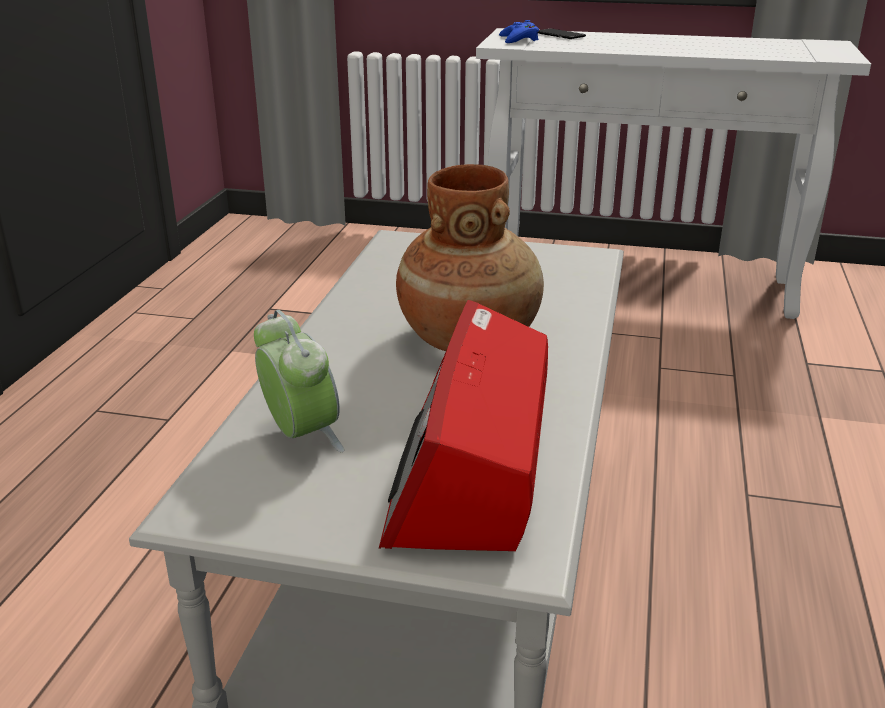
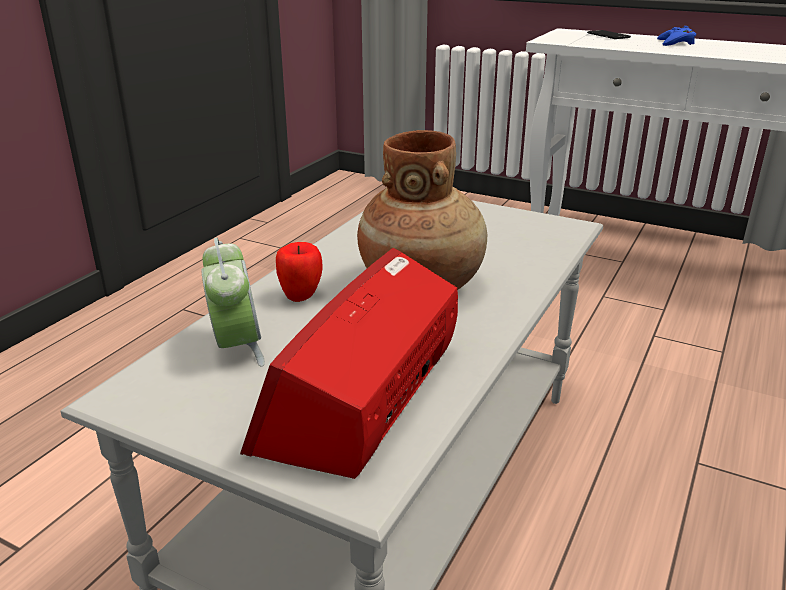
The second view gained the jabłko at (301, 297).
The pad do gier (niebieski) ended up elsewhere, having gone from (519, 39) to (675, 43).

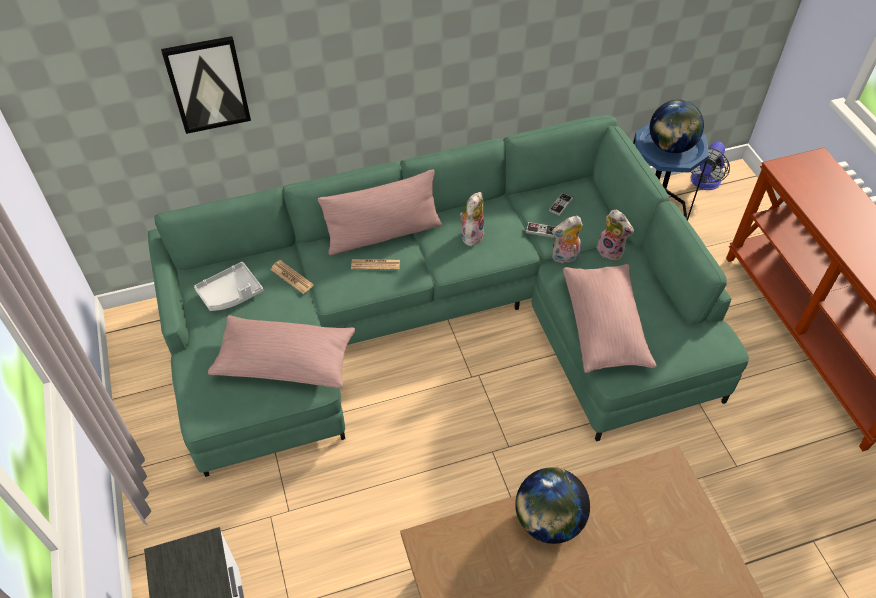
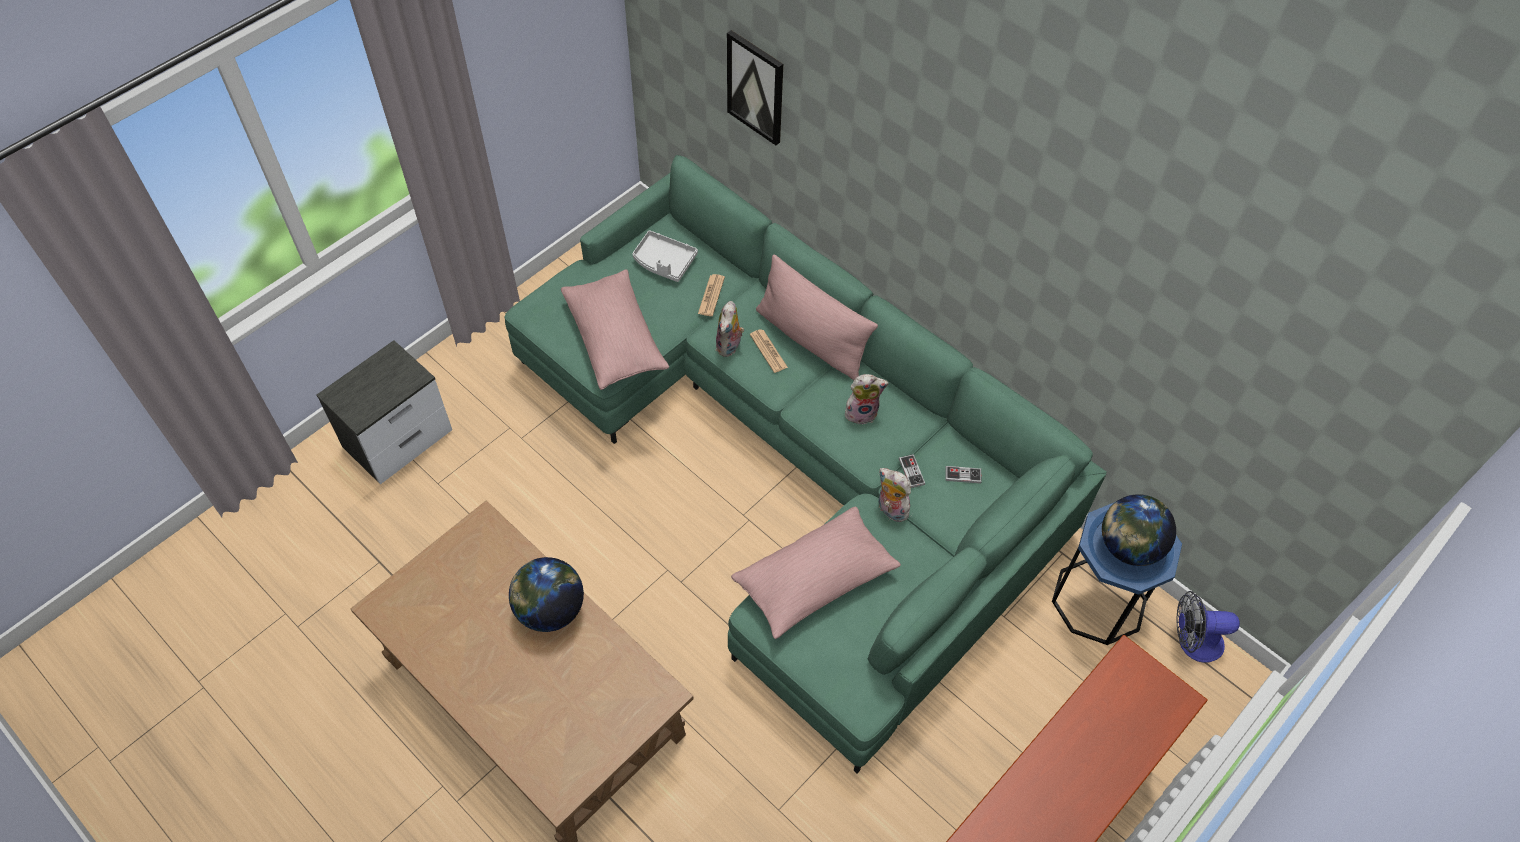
The pluszak ended up elsewhere, having gone from (612, 251) to (729, 346).

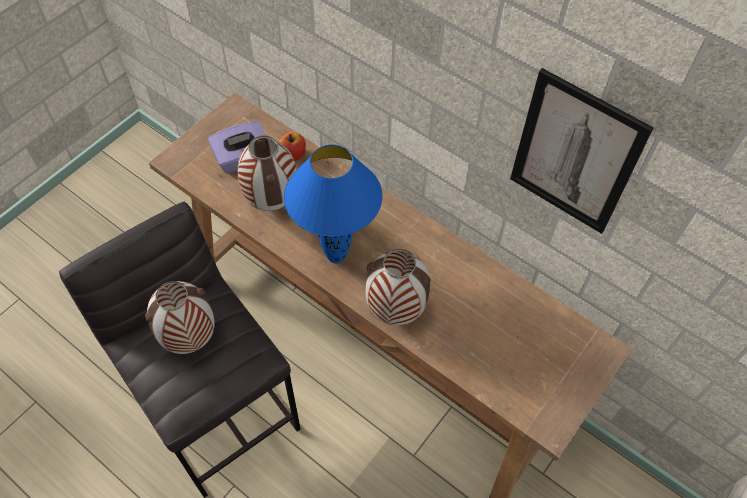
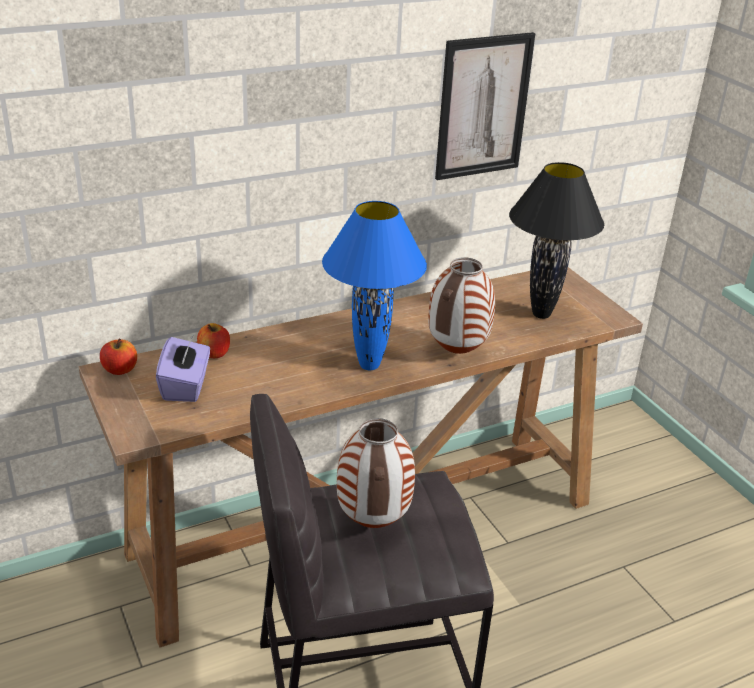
The second view gained the jabłko at (120, 370).
The second view gained the lampa stołowa (czarny) at (540, 315).
The second view lost the wazon at (271, 202).

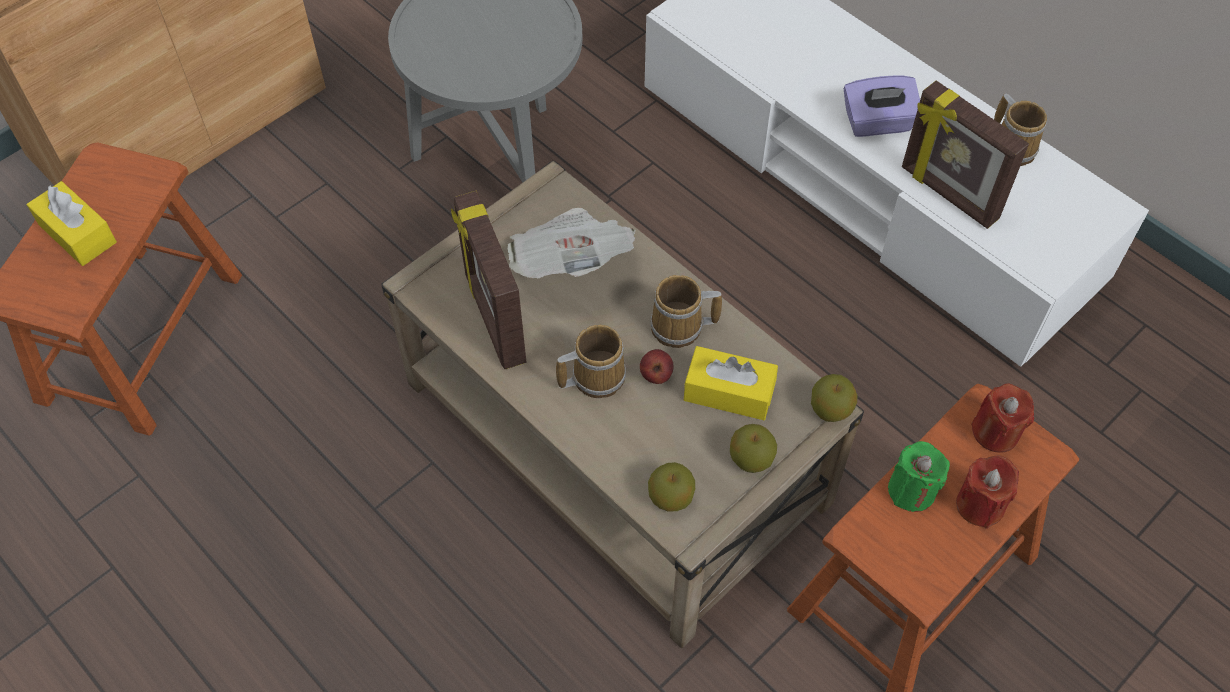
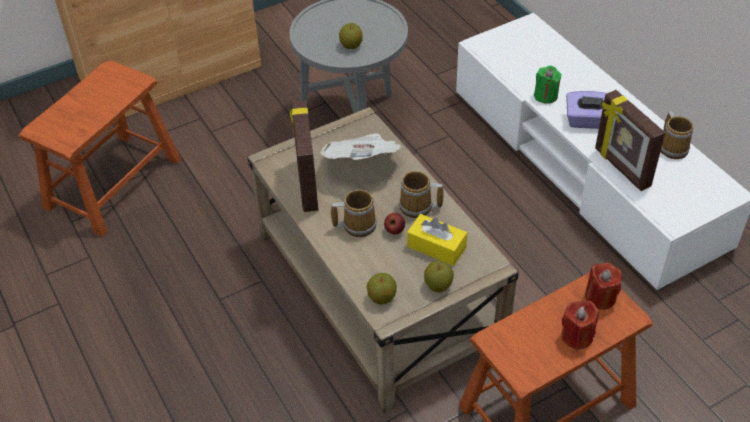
The jabłko ended up elsewhere, having gone from (830, 410) to (351, 46).
The świeca (zielony) ended up elsewhere, having gone from (912, 490) to (545, 96).
The second view lost the pudełko chusteczek (żółty) at (77, 233).

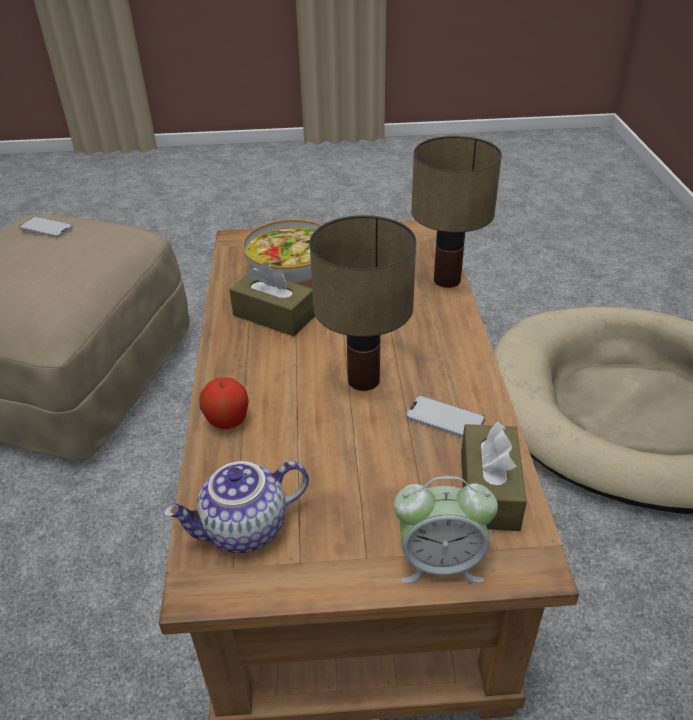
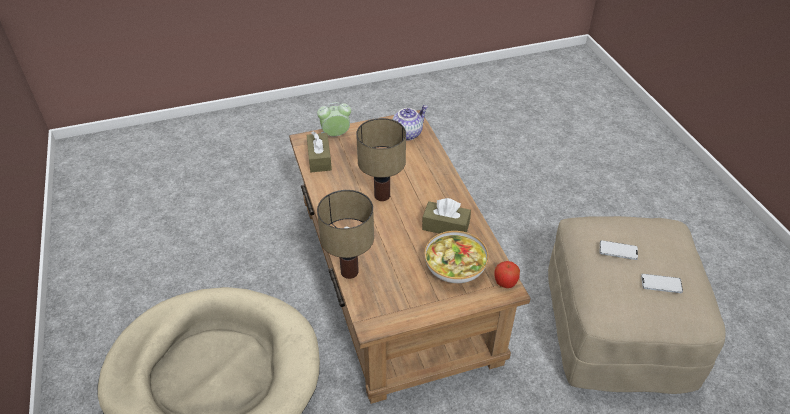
The jabłko ended up elsewhere, having gone from (227, 421) to (505, 282).
The telefon ended up elsewhere, having gone from (445, 419) to (618, 250).

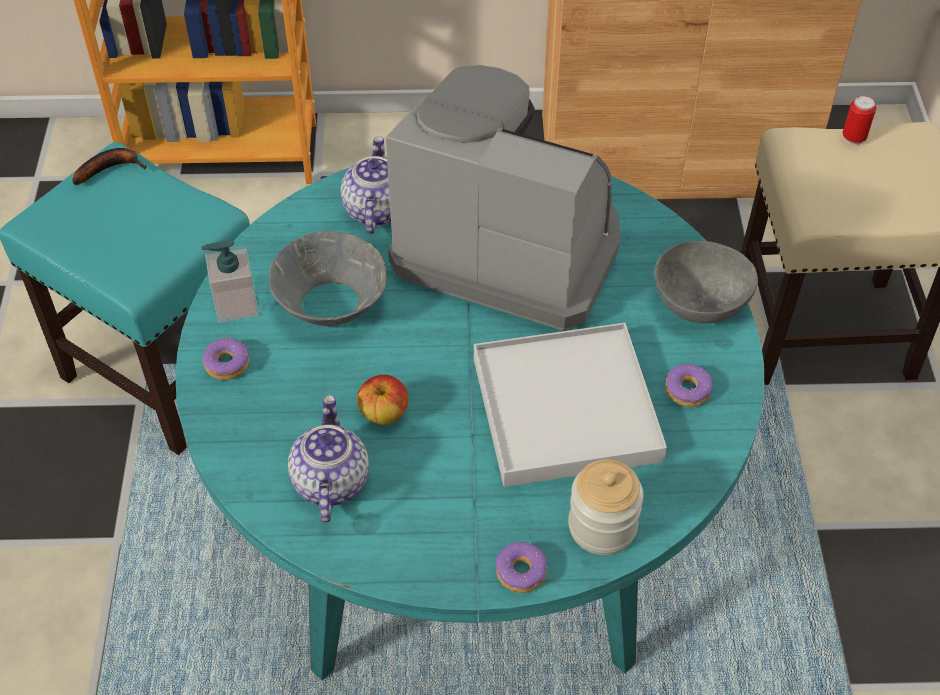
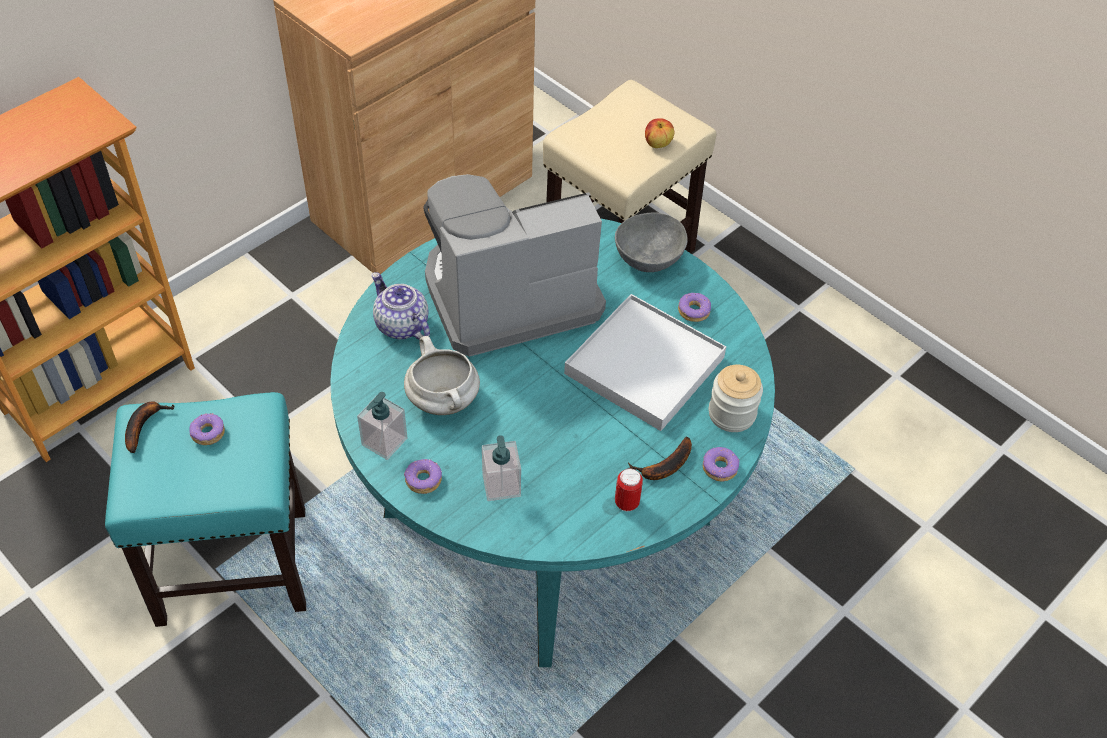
The second view gained the donut at (208, 433).
Where the miska (szary) stood at (331, 305), the garnek (biały) came to stand at (444, 400).
The second view gained the dozownik mydła at (501, 485).
The puszka ended up elsewhere, having gone from (853, 138) to (626, 503).
The second view gained the banan at (664, 467).
The jabłko ended up elsewhere, having gone from (384, 414) to (657, 144).
The second view lost the imbryk at (329, 481).

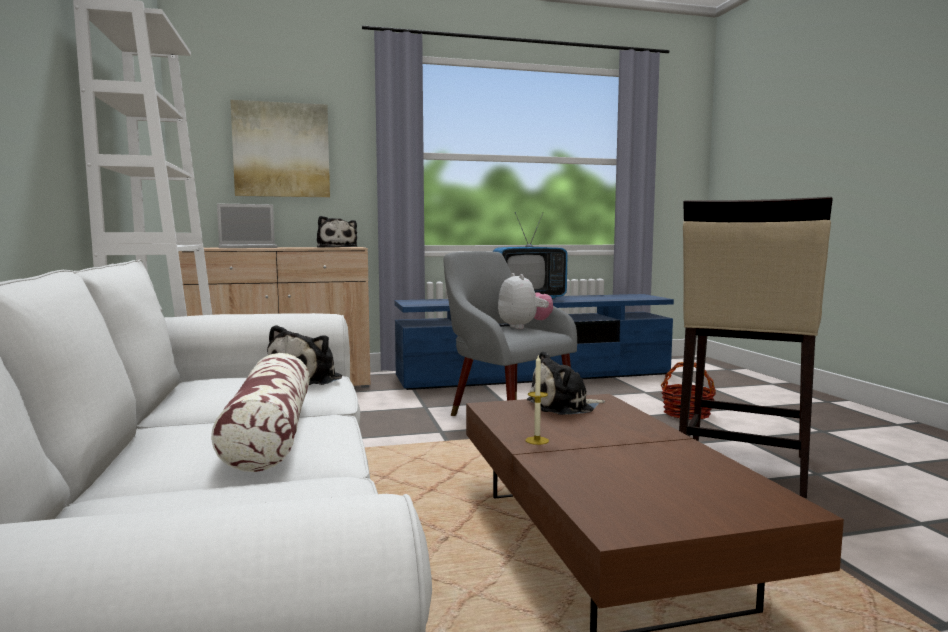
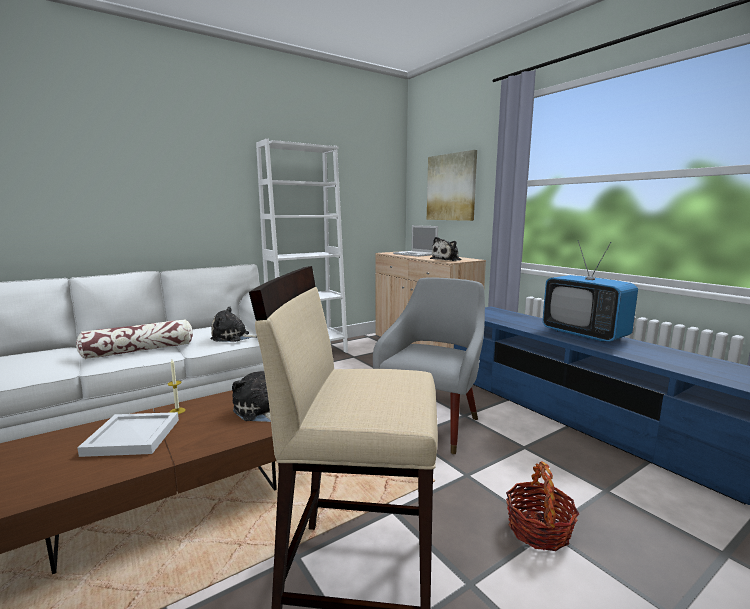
The second view gained the taca (biały) at (134, 436).
The second view lost the pluszak at (523, 327).

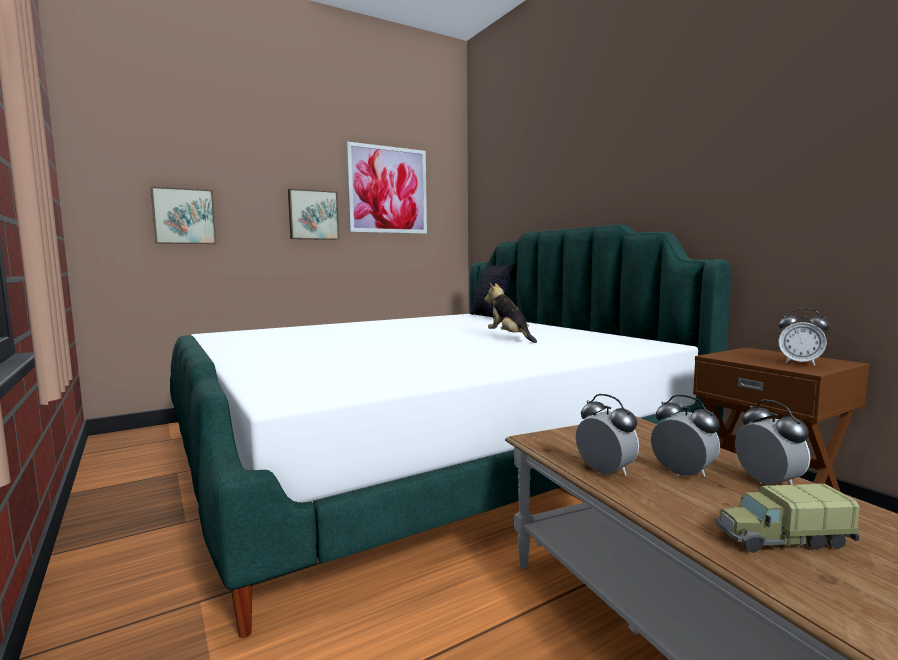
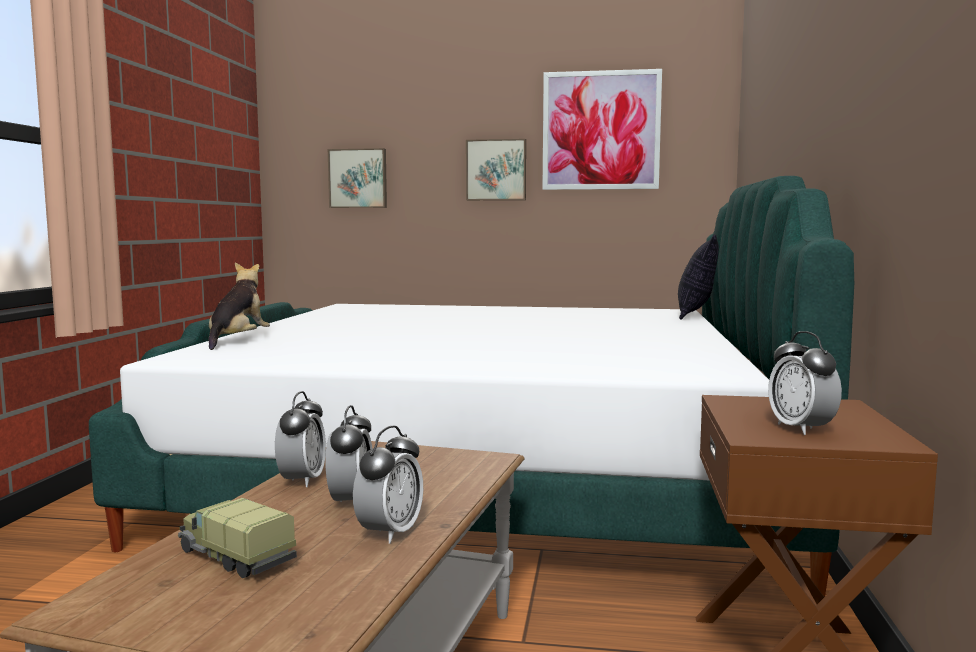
The pluszak ended up elsewhere, having gone from (510, 338) to (238, 341).

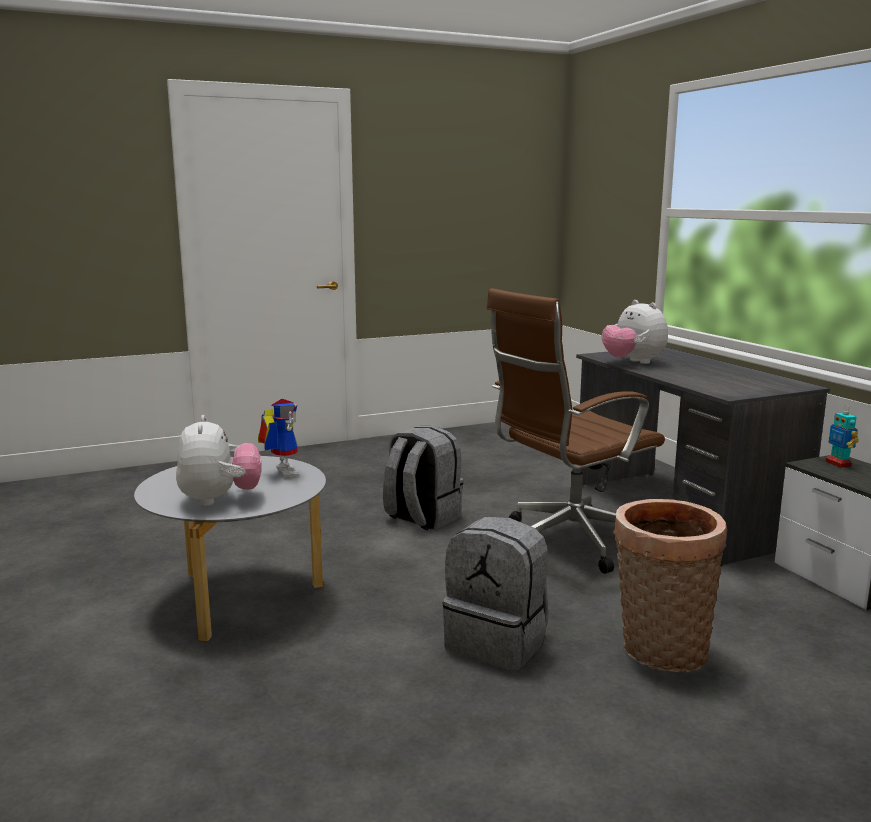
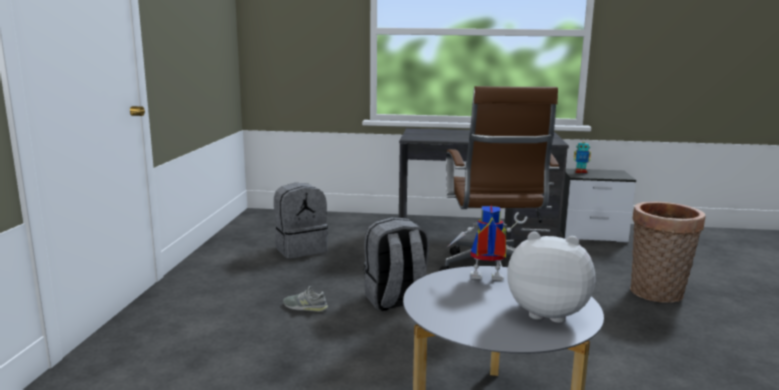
The plecak (szary) ended up elsewhere, having gone from (498, 643) to (300, 249).
The second view gained the but (szary) at (305, 307).
The second view lost the pluszak at (633, 362).

